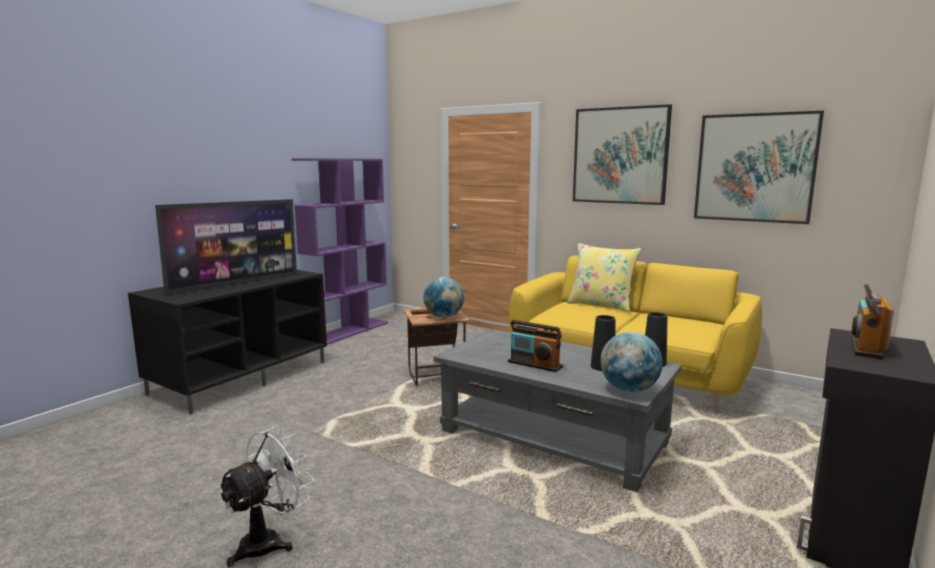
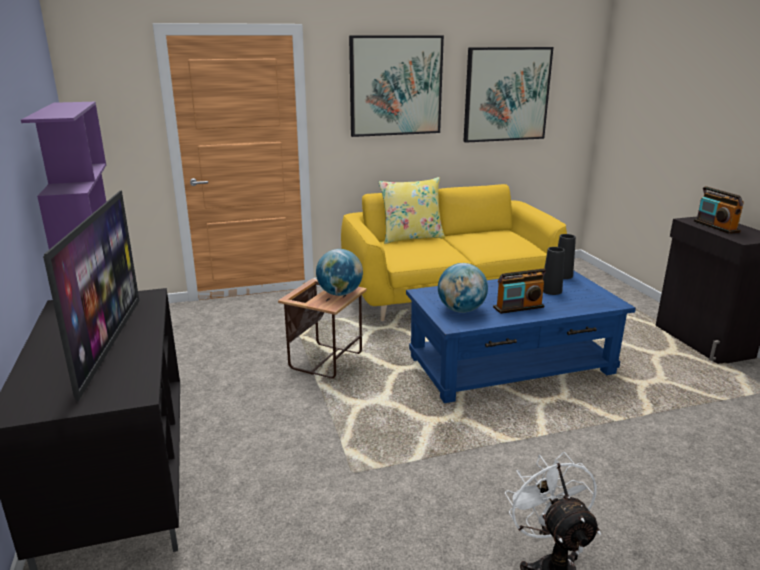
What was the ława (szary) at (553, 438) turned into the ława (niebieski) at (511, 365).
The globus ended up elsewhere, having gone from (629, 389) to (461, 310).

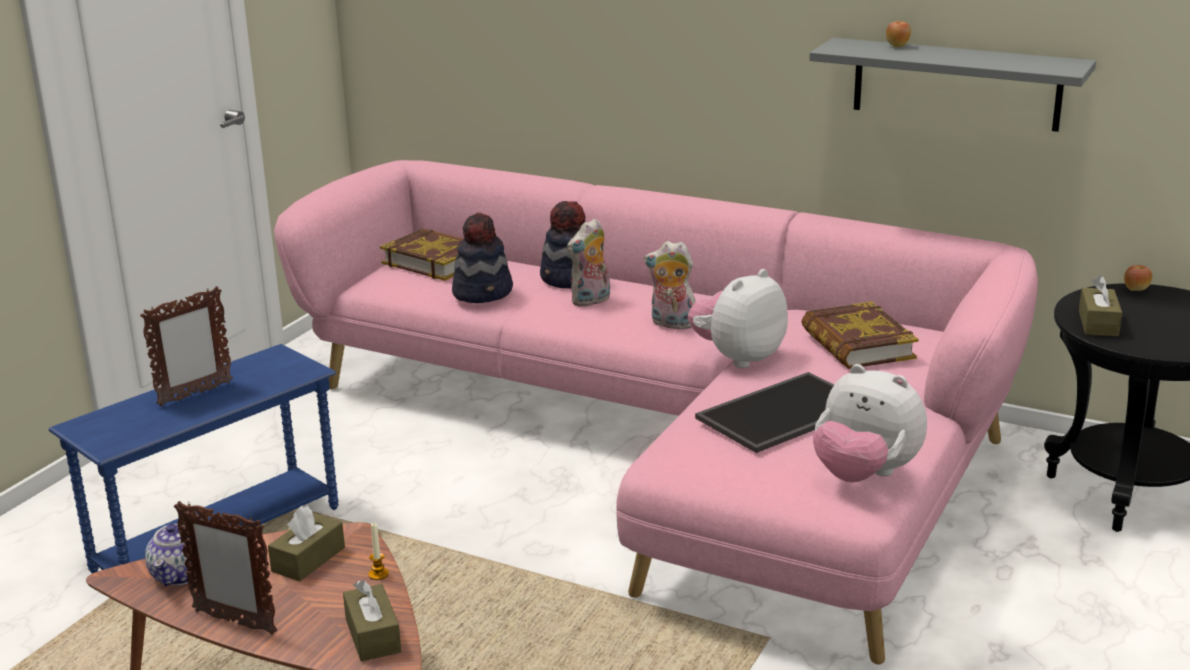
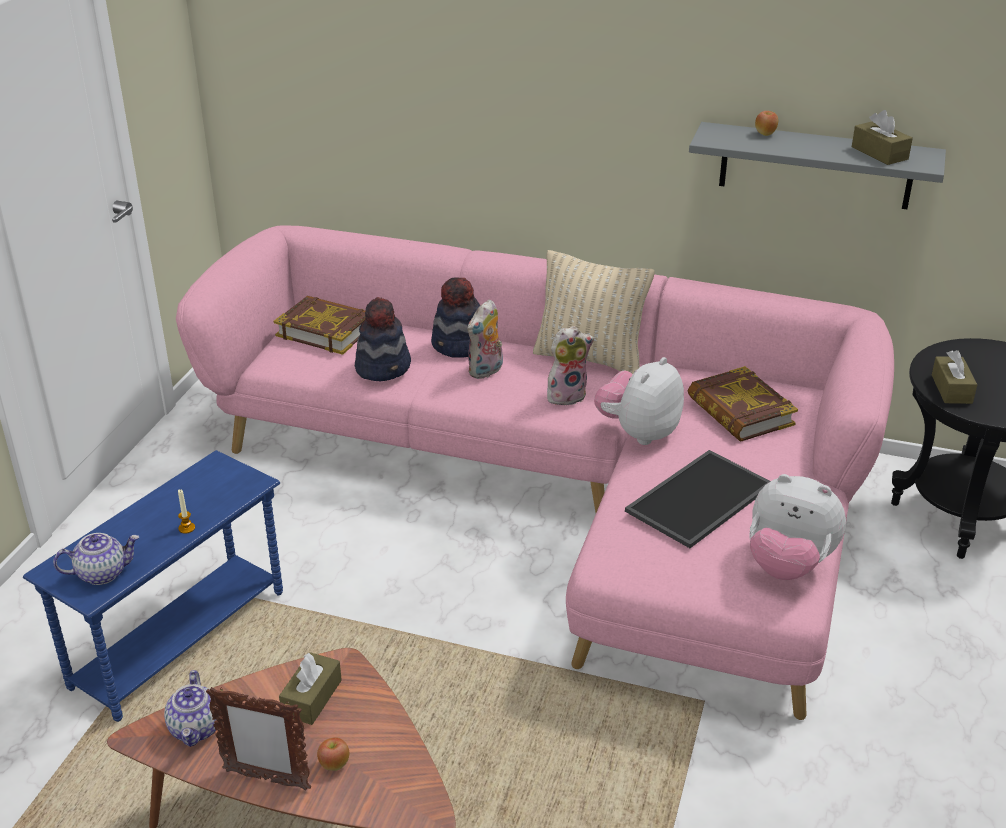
The second view gained the imbryk at (102, 573).
The świeca ended up elsewhere, having gone from (378, 574) to (186, 528).
The jabłko ended up elsewhere, having gone from (1136, 290) to (334, 764).
The second view gained the poduszka (beżowy) at (590, 358).
The pluszak at (671, 324) ended up facing another way, 150 degrees clockwise from before.
The pudełko chusteczek (brązowy) ended up elsewhere, having gone from (373, 635) to (879, 153).
The second view lost the ramka na zdjęcie at (194, 394).

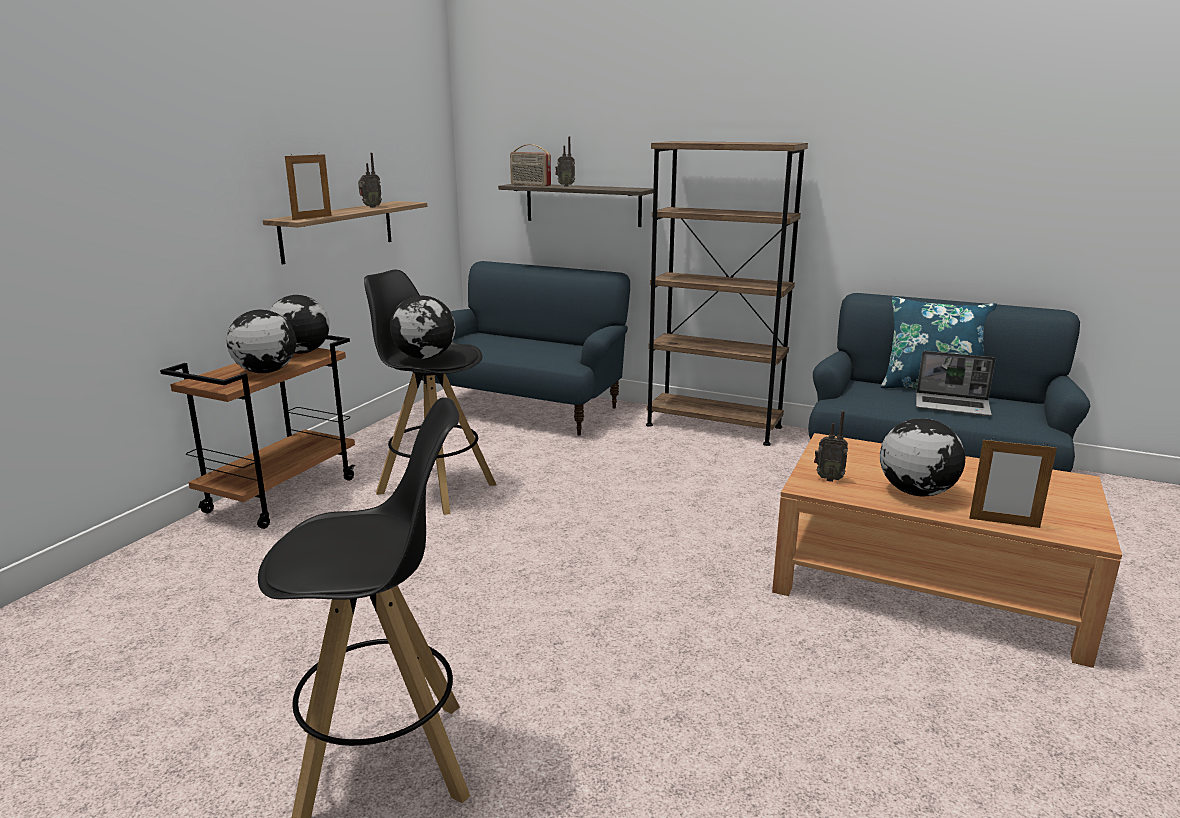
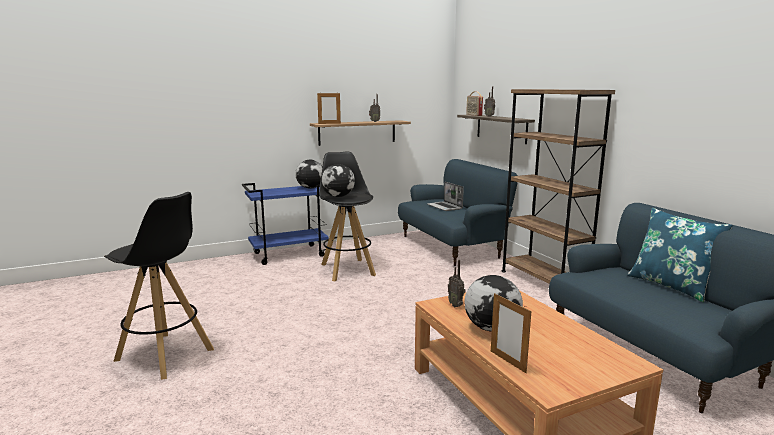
What was the wózek (brązowy) at (281, 494) turned into the wózek (niebieski) at (289, 254).
The laptop ended up elsewhere, having gone from (953, 406) to (445, 207).
The second view lost the globus at (265, 372).

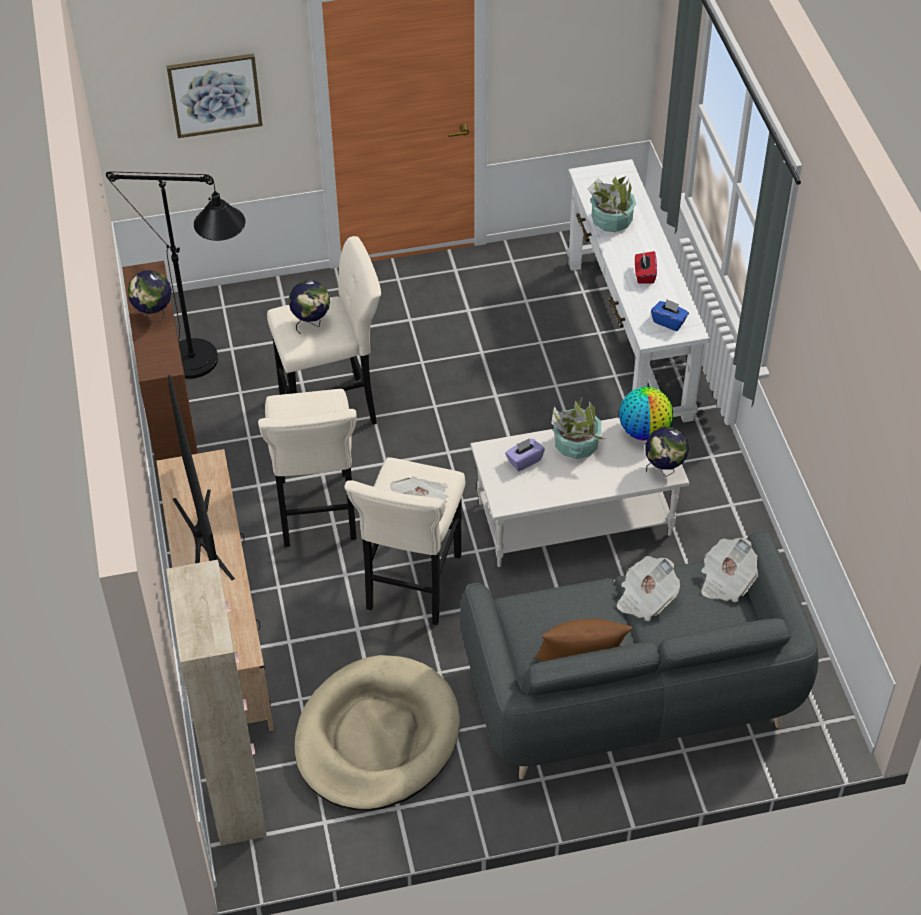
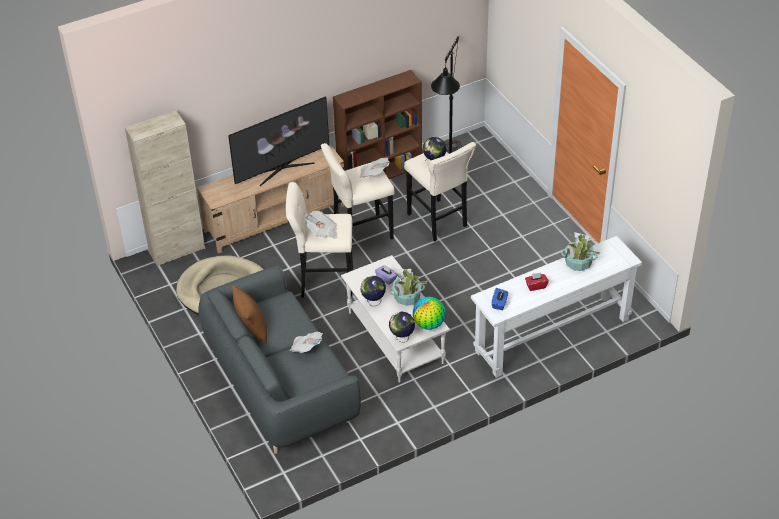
The gazeta ended up elsewhere, having gone from (726, 580) to (373, 174).
The globus ended up elsewhere, having gone from (154, 316) to (373, 302).
The second view lost the obraz at (215, 94).

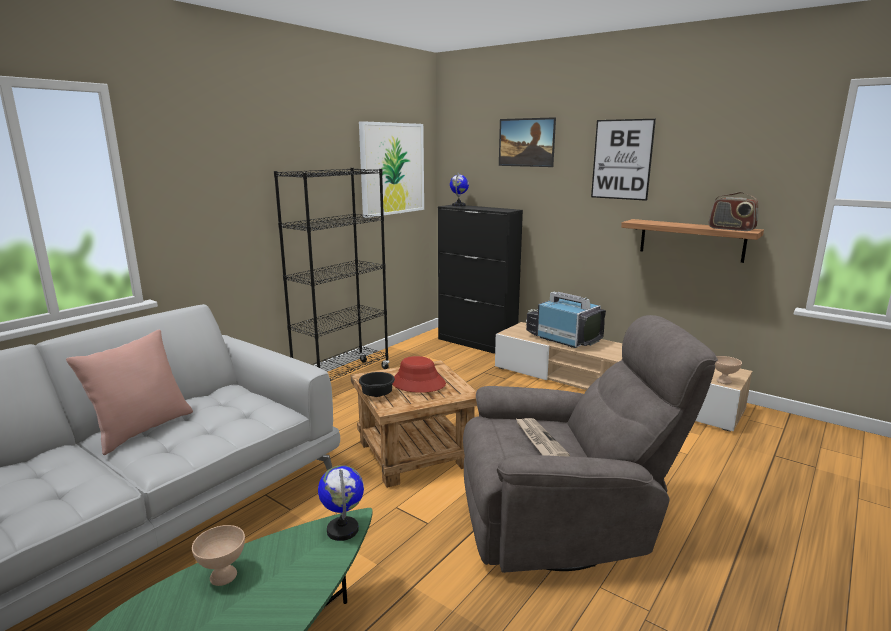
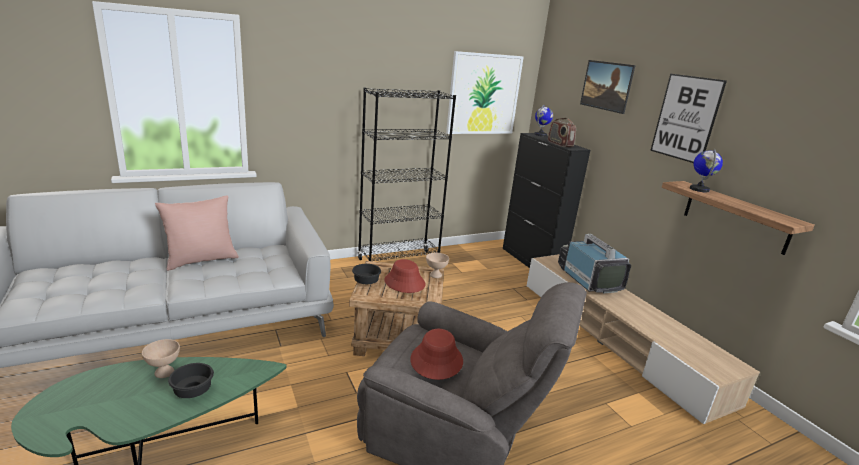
The second view gained the miska (czarny) at (192, 390).
Where the gazeta stood at (539, 440), the kapelusz (czerwony) came to stand at (436, 360).
The miska (beżowy) ended up elsewhere, having gone from (723, 381) to (435, 275).
The radio ended up elsewhere, having gone from (731, 229) to (559, 144).
The globus ended up elsewhere, having gone from (343, 530) to (699, 189).

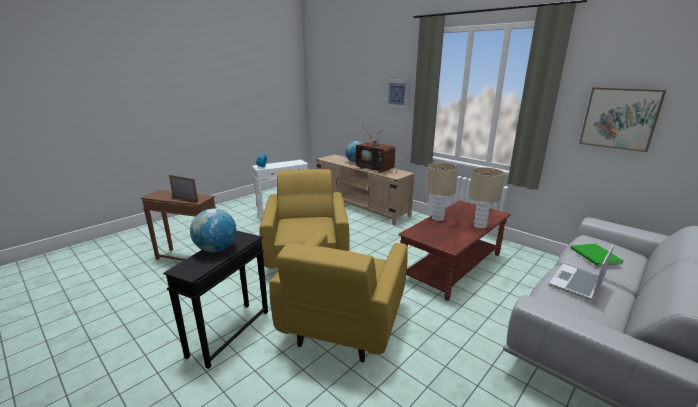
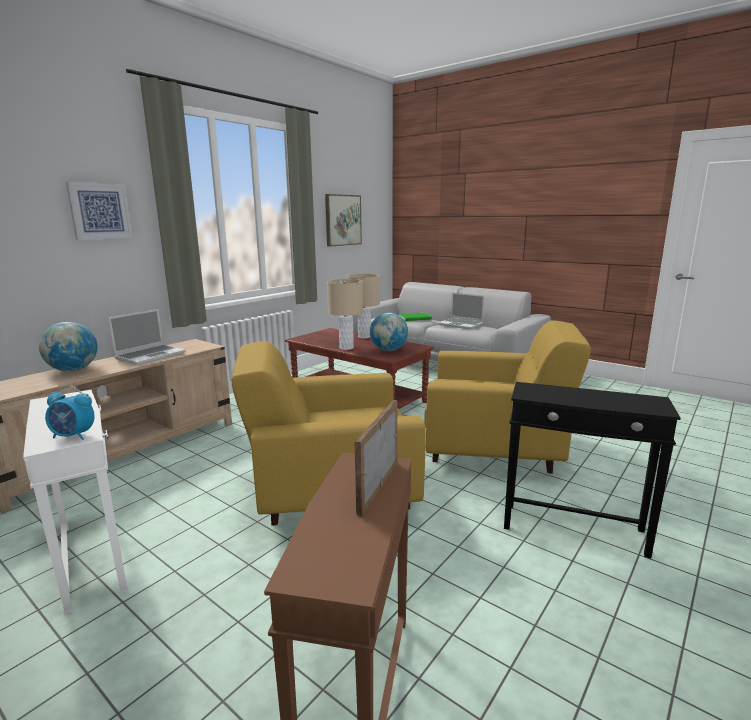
Where the telewizor stood at (376, 169), the laptop came to stand at (151, 356).
The globus ended up elsewhere, having gone from (216, 249) to (388, 350).

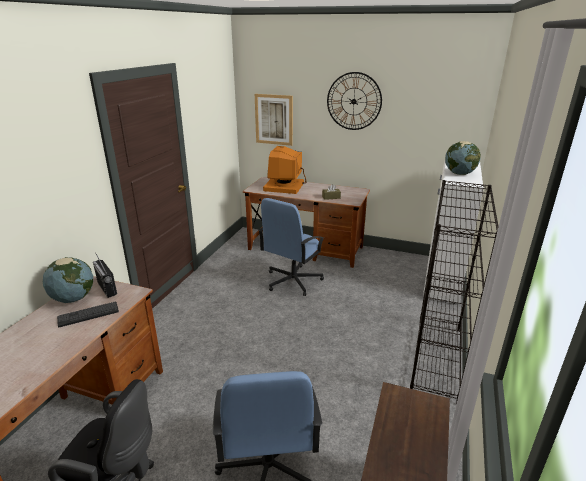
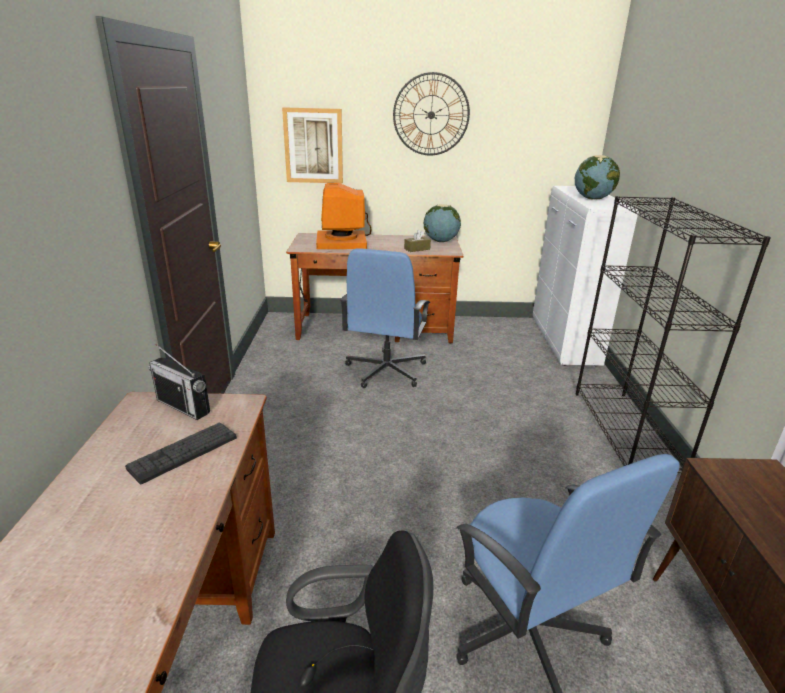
The globus ended up elsewhere, having gone from (73, 298) to (440, 241).

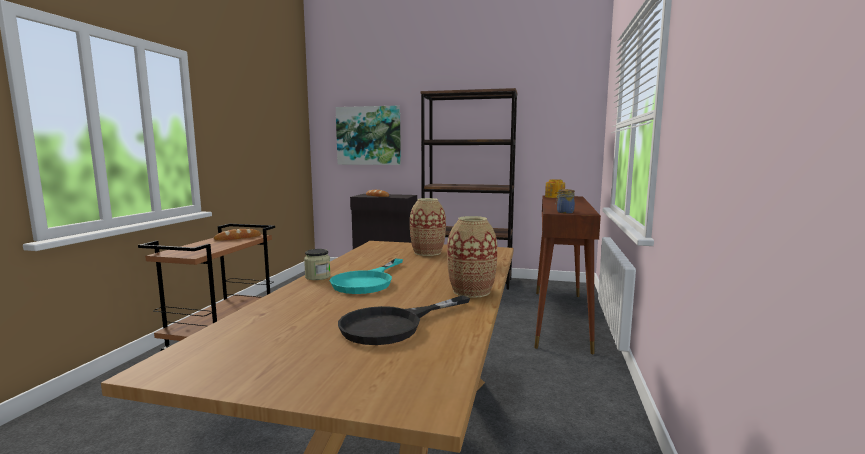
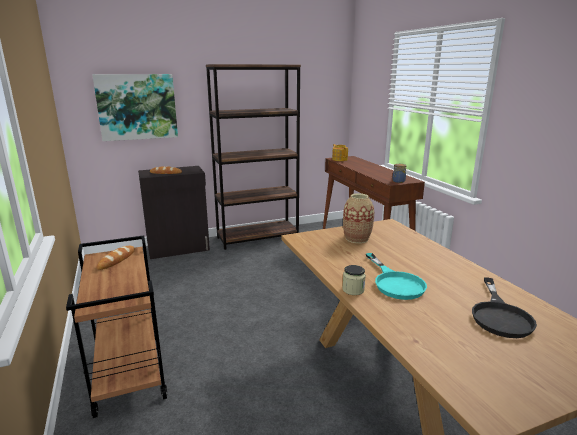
The second view lost the wazon at (471, 291).

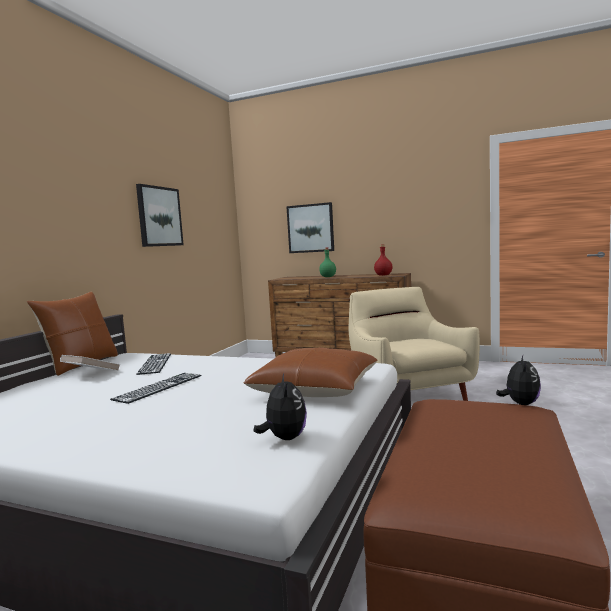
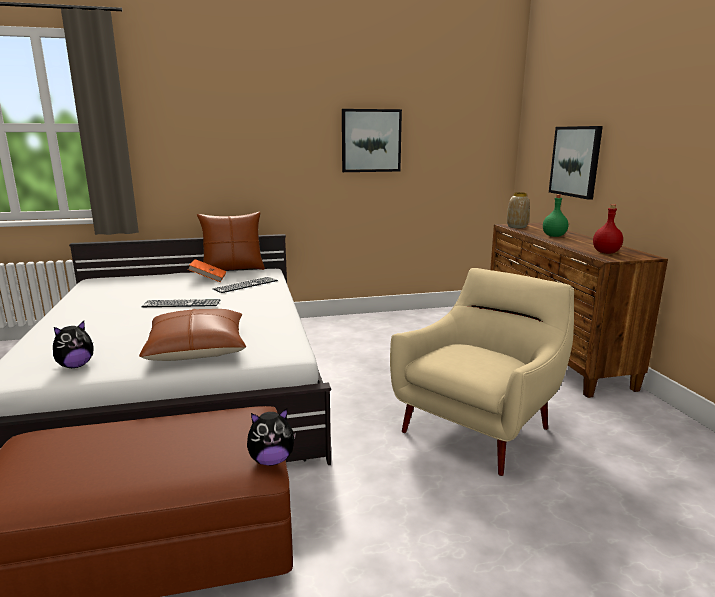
What was the książka (biały) at (91, 374) turned into the książka (pomarańczowy) at (208, 279).
The second view gained the wazon at (517, 227).

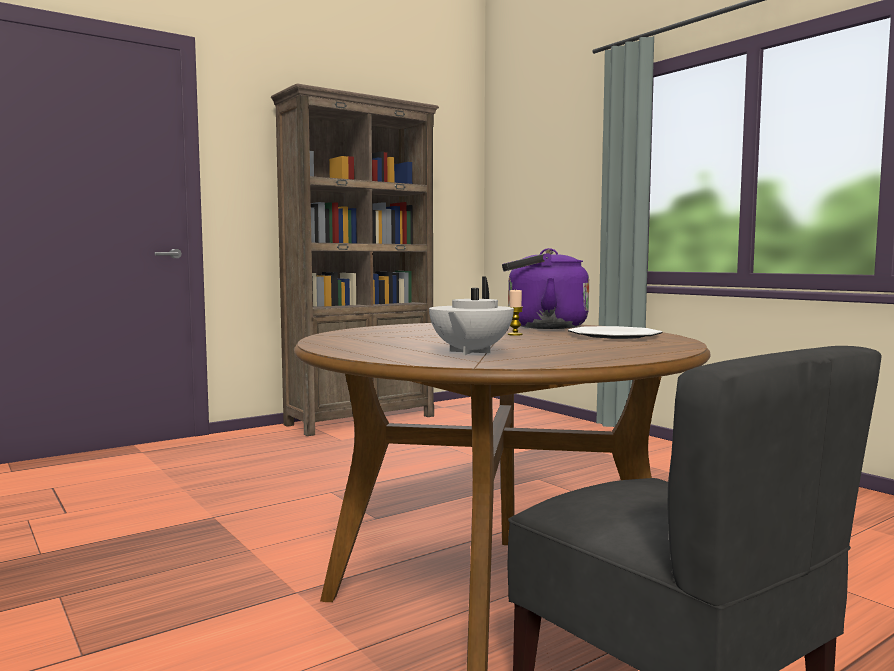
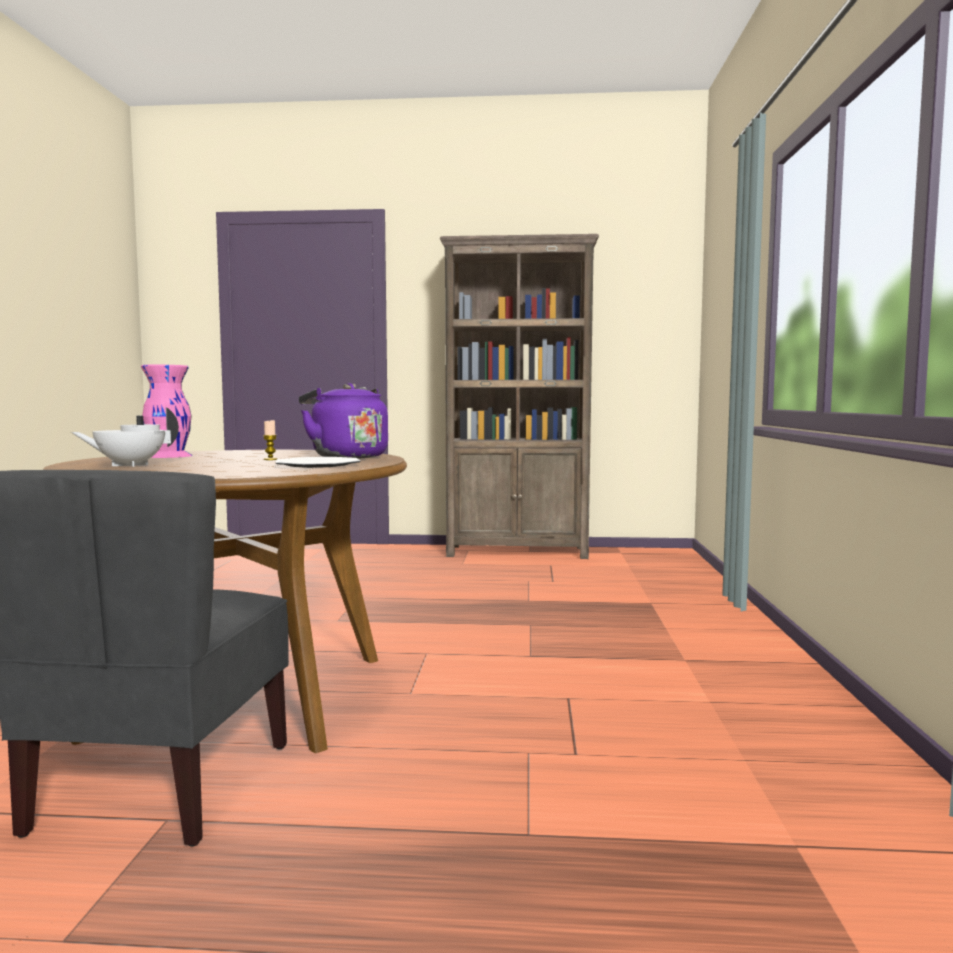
The second view gained the wazon (różowy) at (169, 456).

